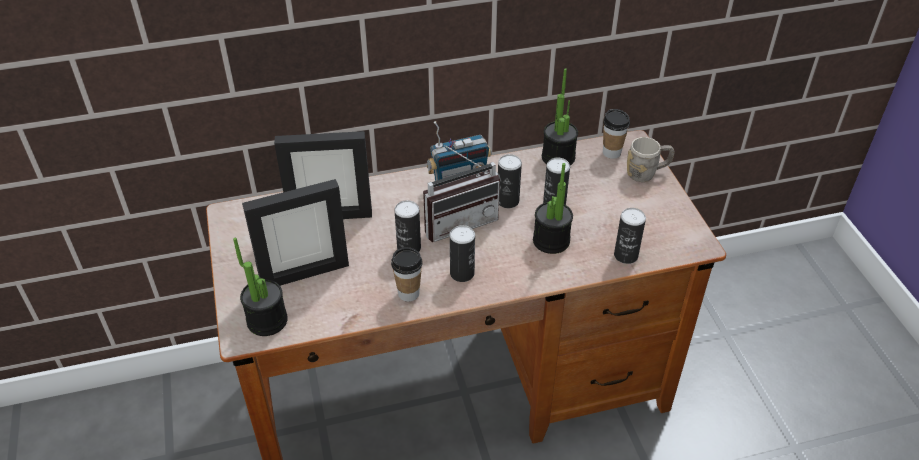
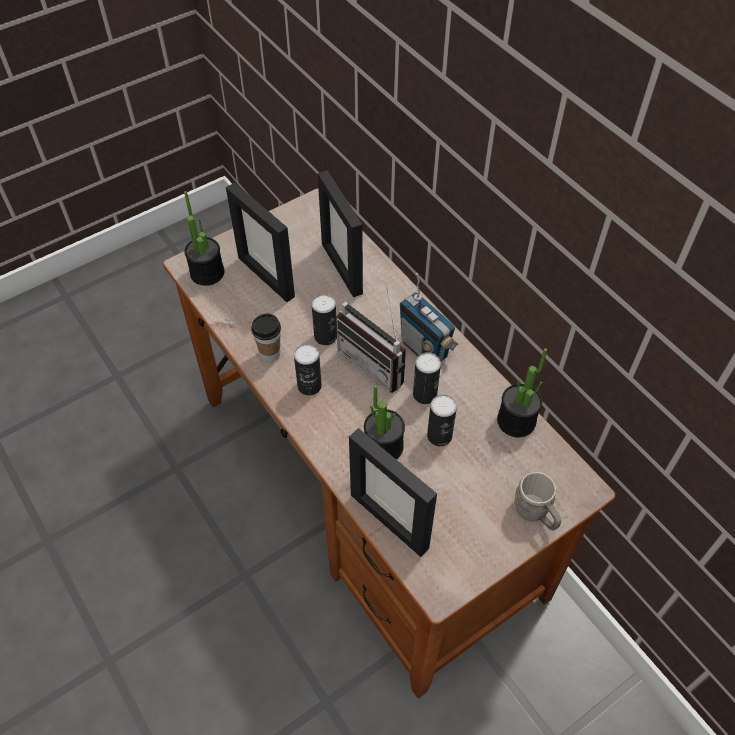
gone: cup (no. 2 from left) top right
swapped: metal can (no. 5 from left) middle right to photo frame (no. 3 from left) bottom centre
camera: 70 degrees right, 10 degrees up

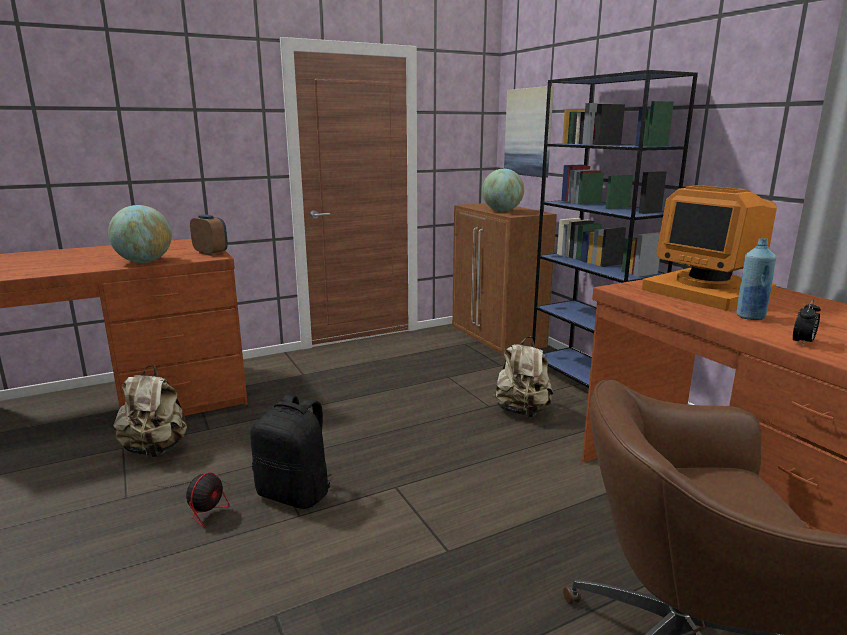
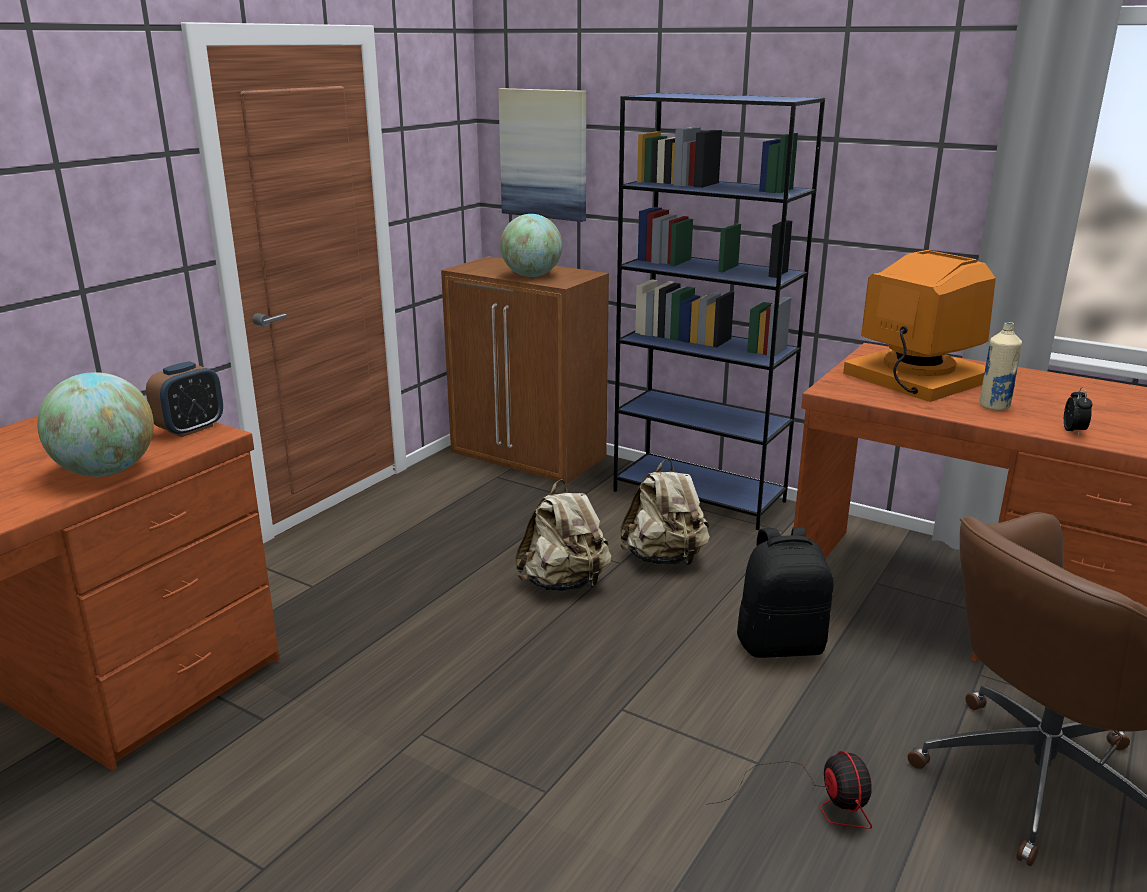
shifted: beige backpack (no. 1 from left) middle left to centre; cooling fan bottom left to bottom right; black-coloured backpack bottom centre to middle right
repainted: blue-coloured drink bottle middle right to beige drink bottle middle right
rotated: alarm clock (no. 1 from left) middle left = middle left 120 degrees clockwise; computer screen middle right = middle right 150 degrees counterclockwise
camera: 30 degrees left, 5 degrees up

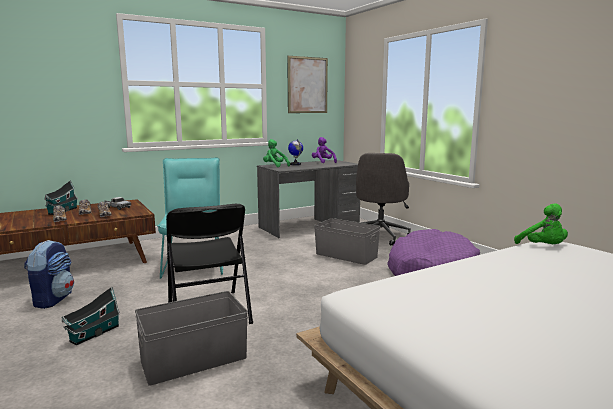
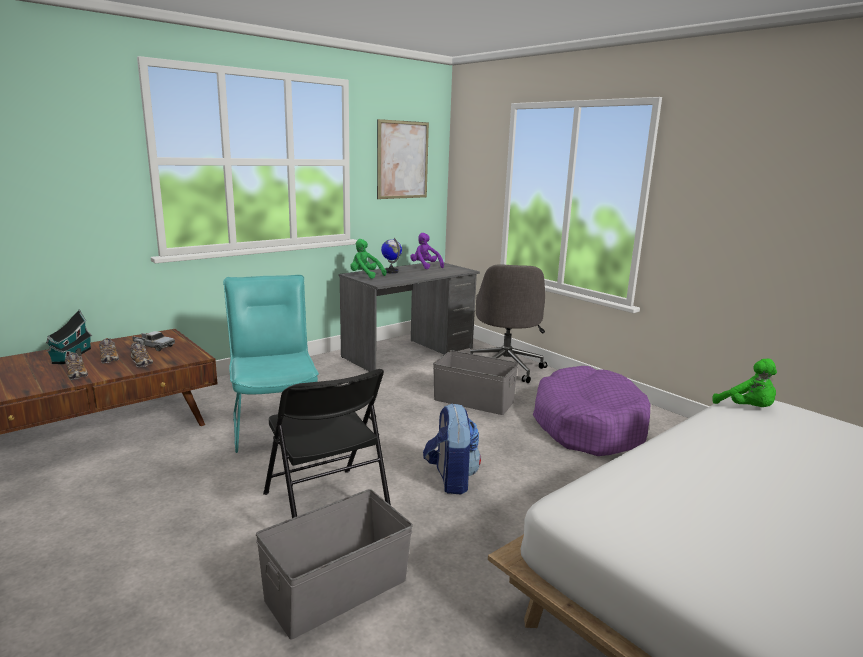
gone: miniature house (no. 2 from left) bottom left
shifted: backpack bottom left to bottom centre
camera: 10 degrees left, 5 degrees up

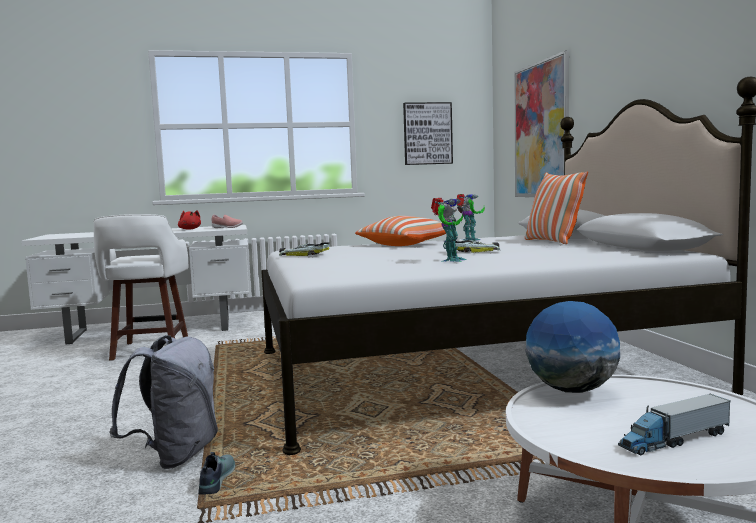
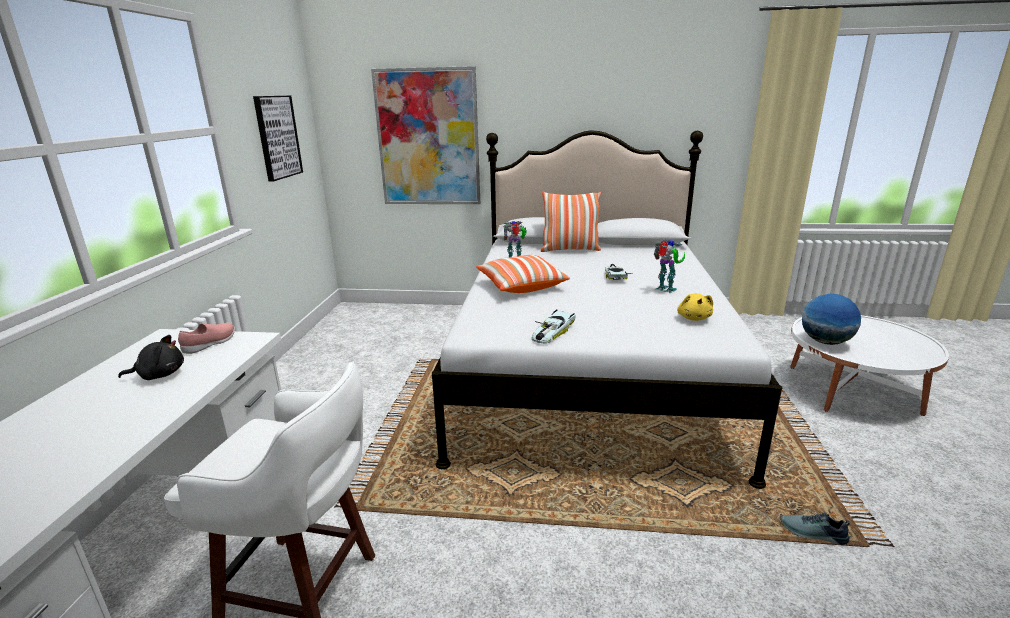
gone: greyish backpack bottom left; model truck bottom right
new: yellowish plush toy middle right
repainted: red-coloured plush toy middle left to black-coloured plush toy middle left
camera: 70 degrees left, 15 degrees up

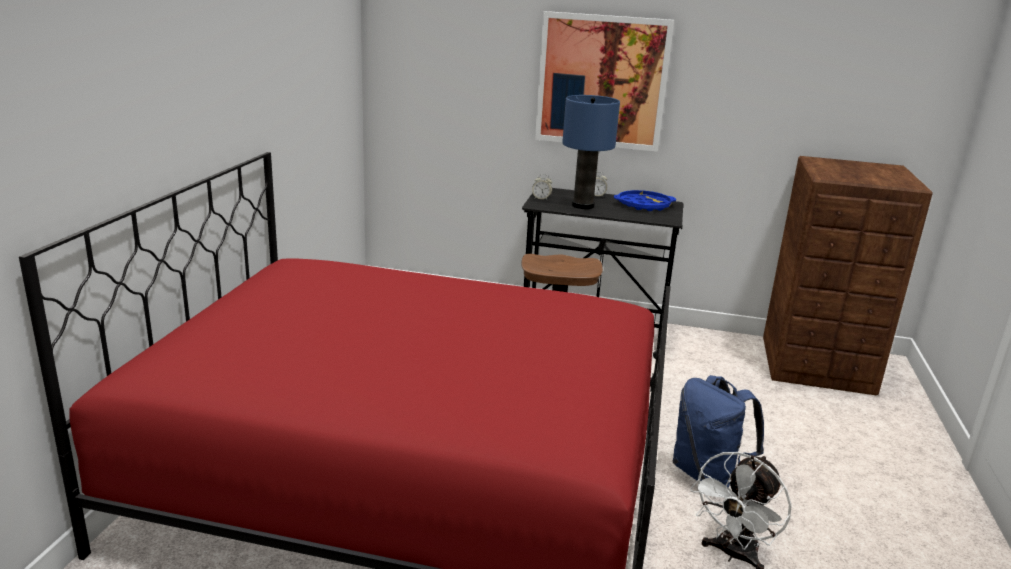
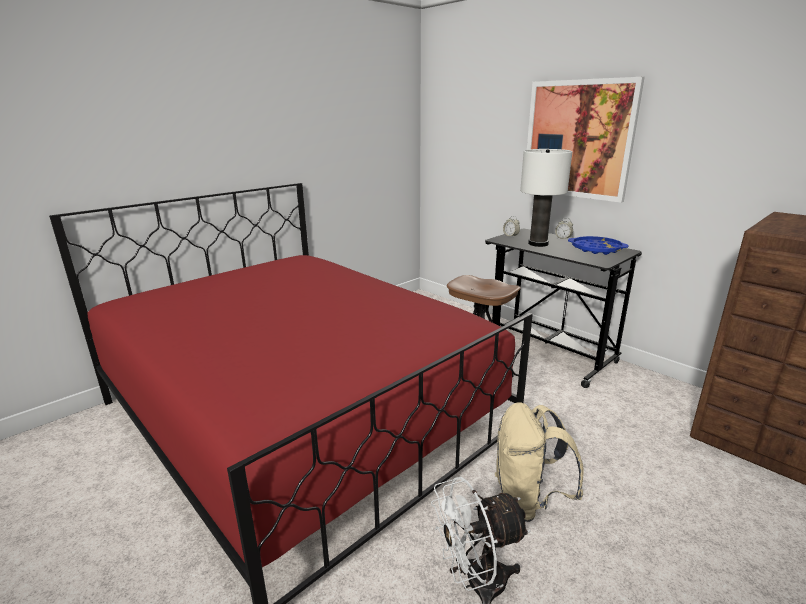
repainted: blue-coloured backpack bottom right to beige backpack bottom right; blue-coloured table lamp top centre to white-coloured table lamp top right
camera: 35 degrees right, 0 degrees up

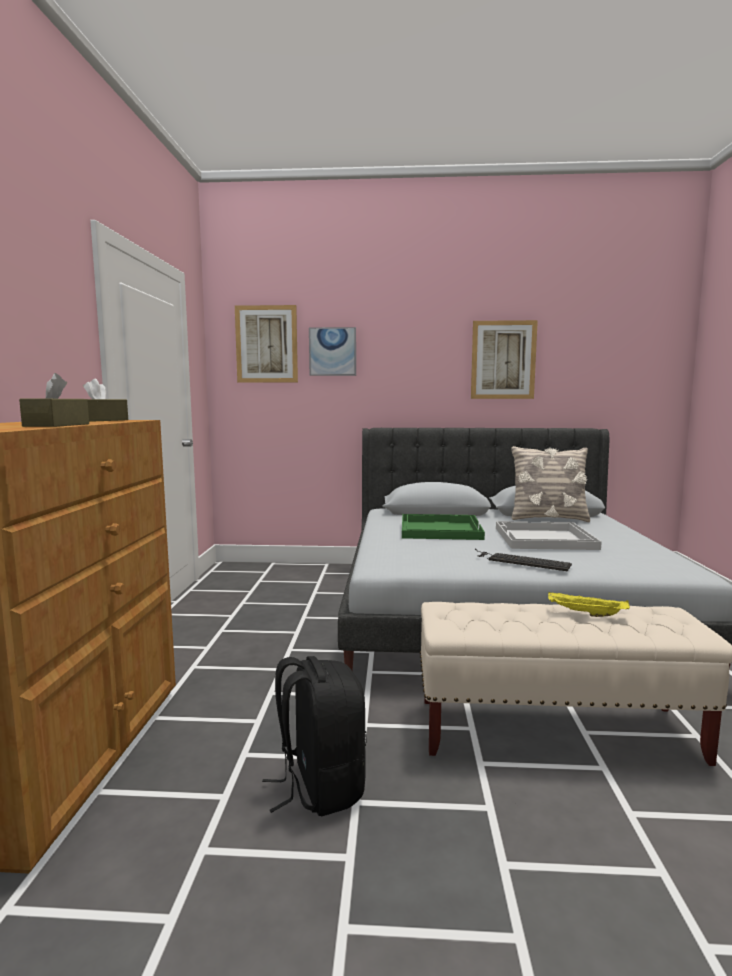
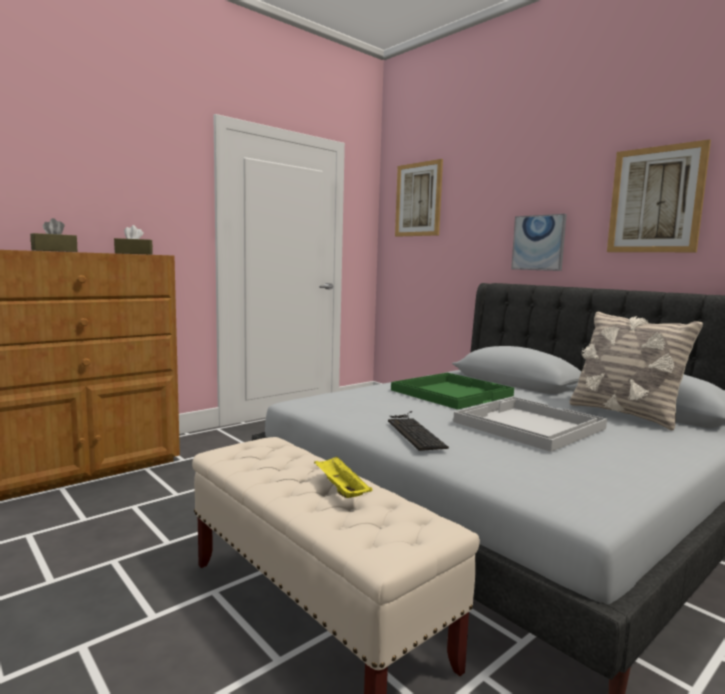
gone: black-coloured backpack bottom centre
shifted: picture (no. 2 from left) centre to middle right
camera: 45 degrees right, 0 degrees up

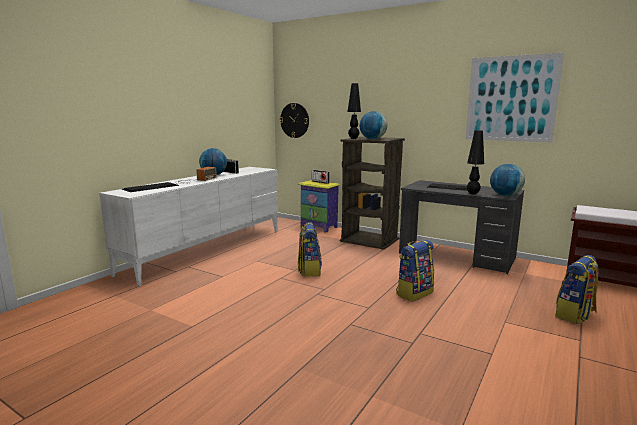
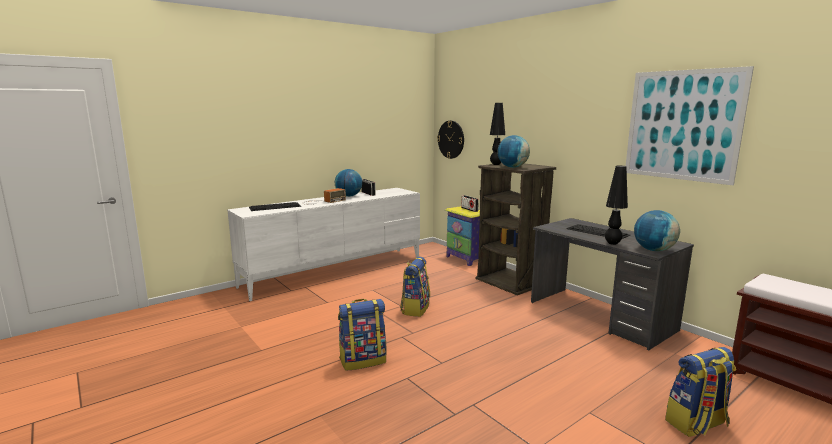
shifted: backpack (no. 2 from left in the first image) centre to backpack (no. 1 from left) bottom centre
camera: 20 degrees right, 0 degrees up

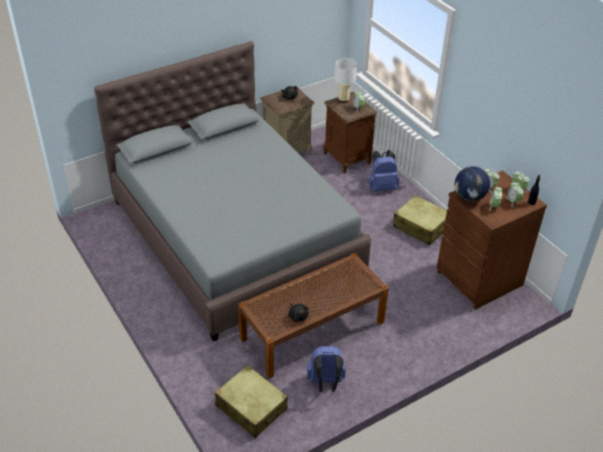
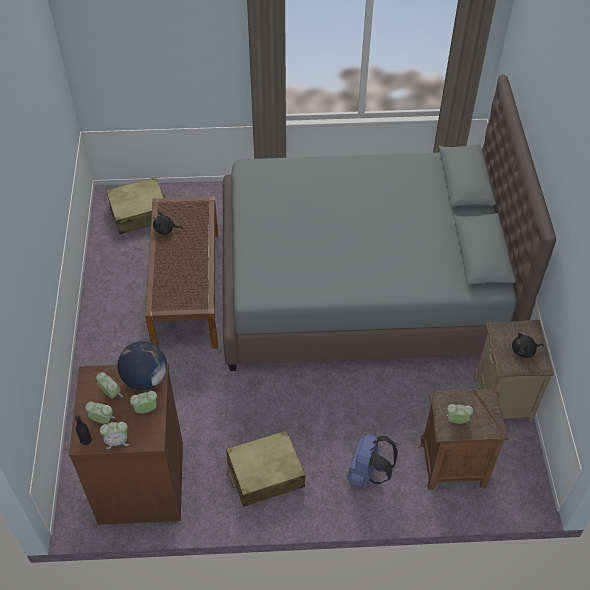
gone: blue-coloured backpack (no. 1 from left) bottom centre; white-coloured table lamp top centre
camera: 120 degrees right, 10 degrees up

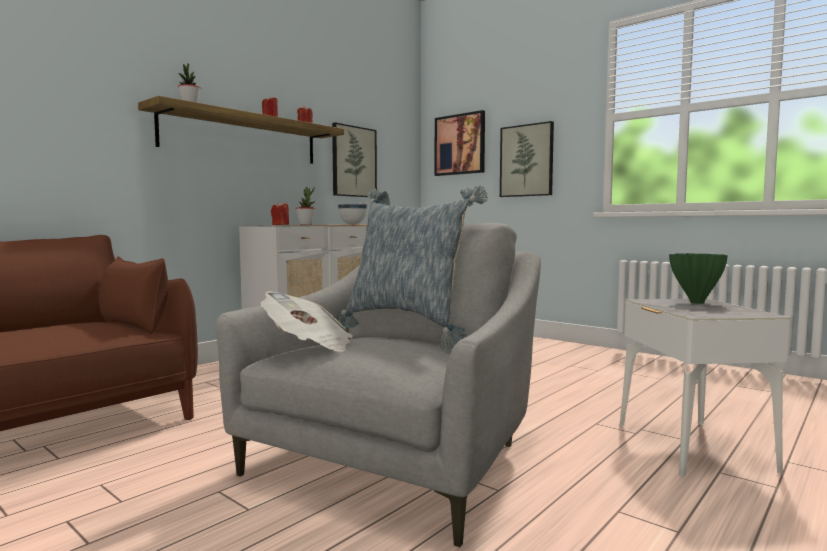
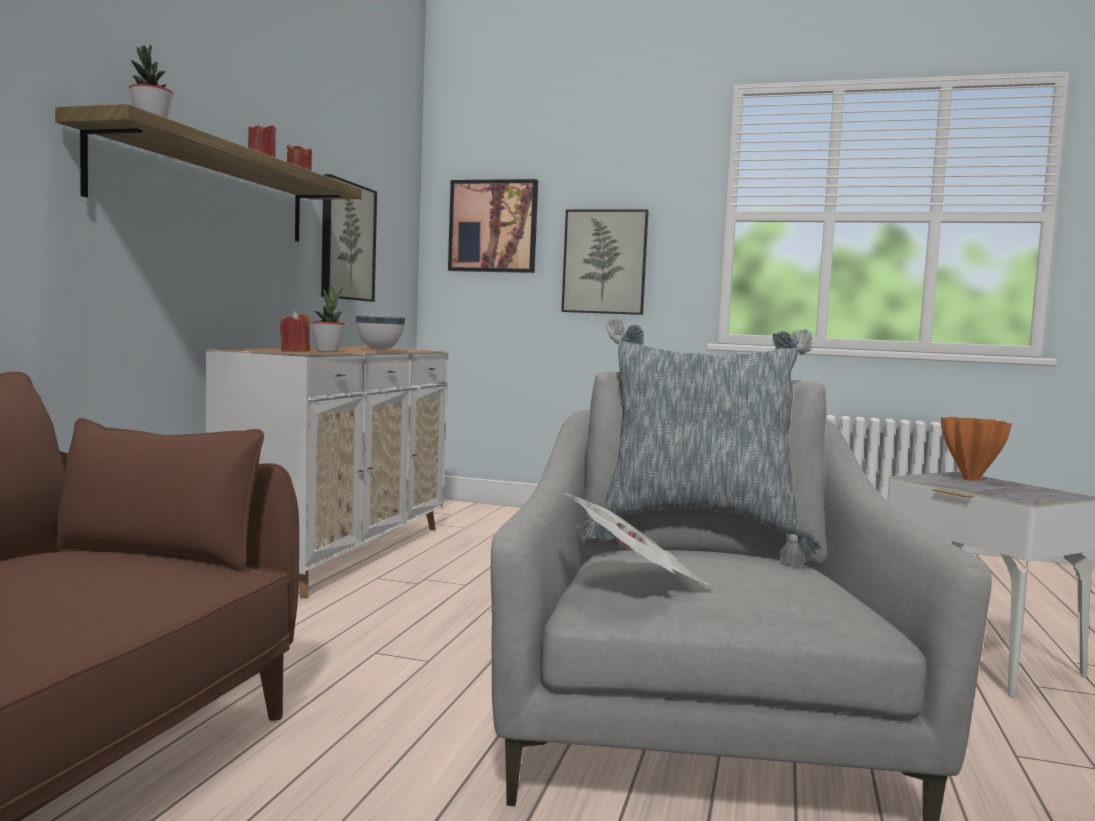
repainted: green-coloured vase middle right to orange-coloured vase middle right
camera: 25 degrees left, 0 degrees up

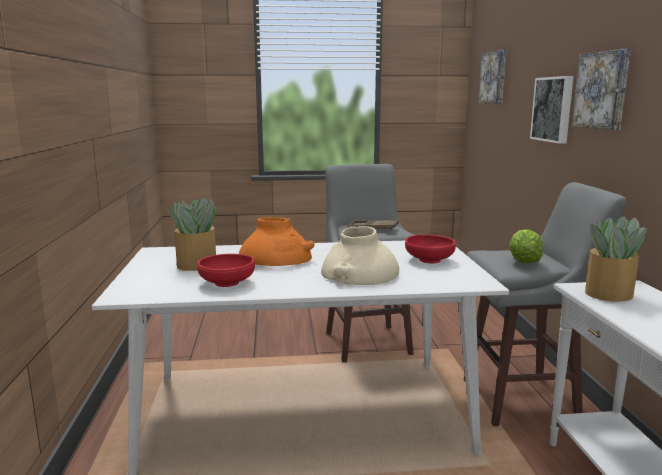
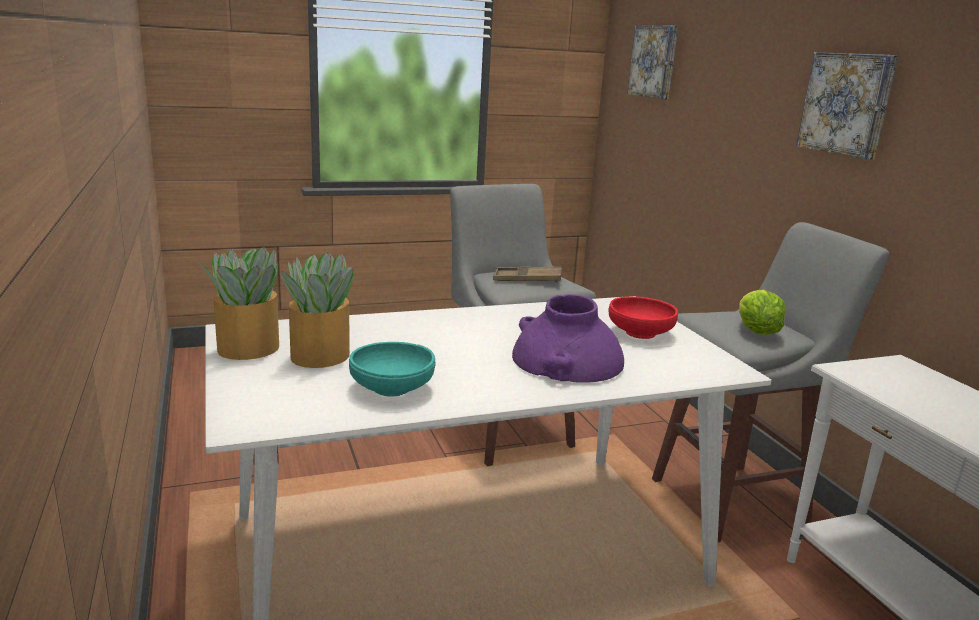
gone: orange-coloured vase centre; picture (no. 2 from left) top right
shifted: houseplant (no. 2 from left in the first image) middle right to houseplant (no. 1 from left) middle left
repainted: red-coloured deep dish (no. 1 from left) centre to turquoise deep dish centre; beige vase centre to purple-coloured vase centre
camera: 15 degrees left, 5 degrees up

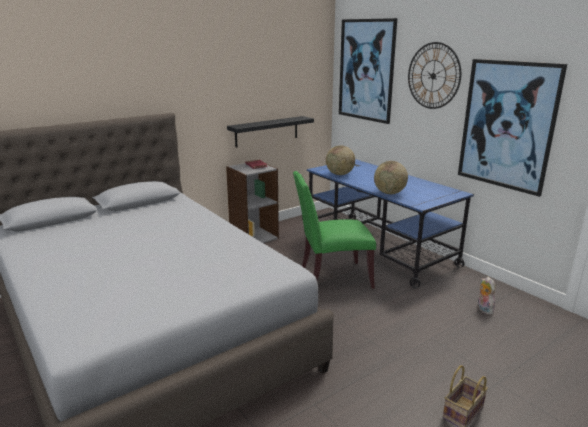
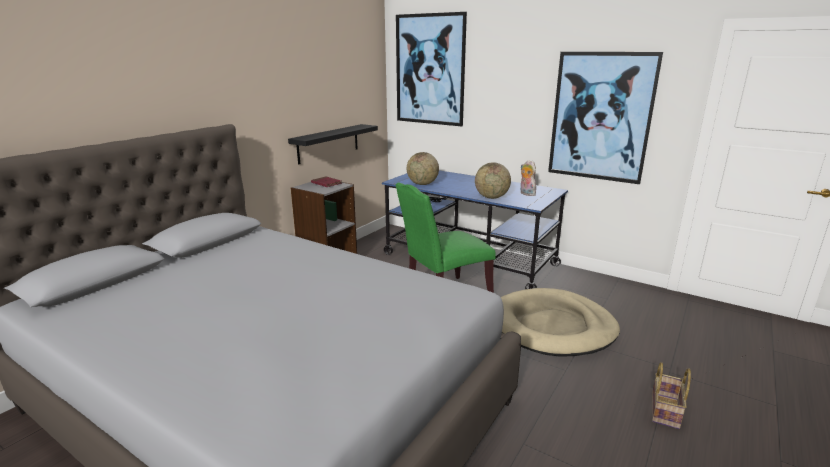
gone: wall clock top right
new: beige pet bed bottom right
shifted: plush toy bottom right to centre
camera: 20 degrees left, 0 degrees up

